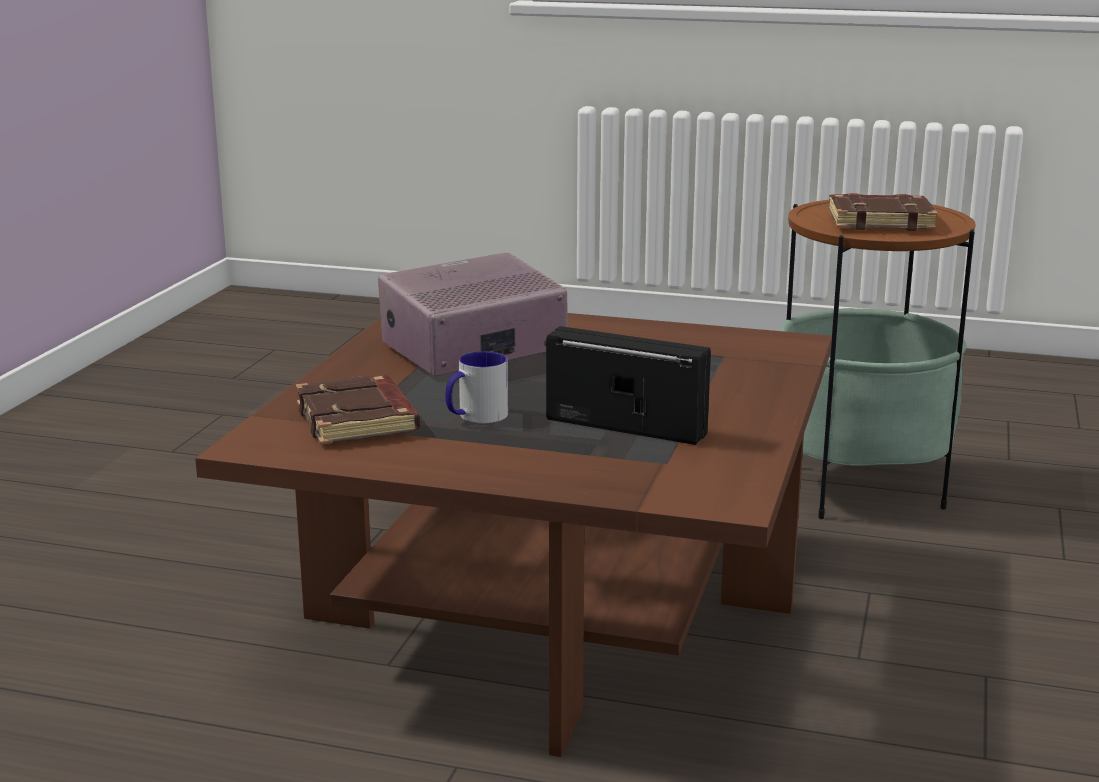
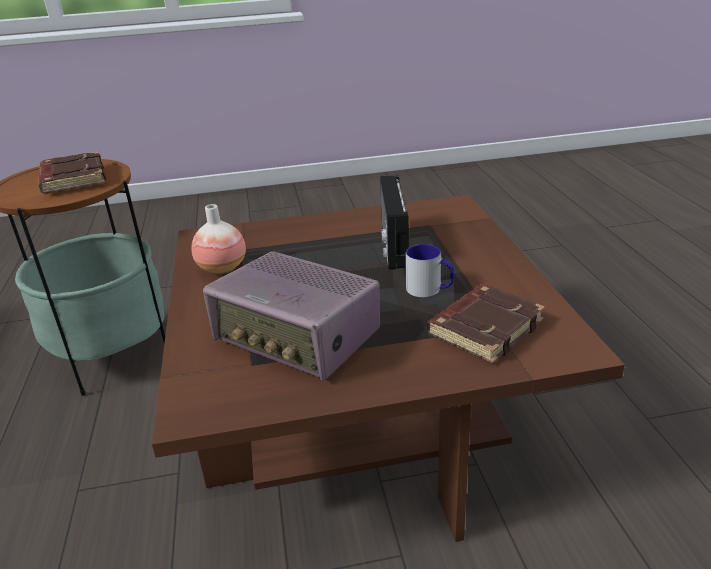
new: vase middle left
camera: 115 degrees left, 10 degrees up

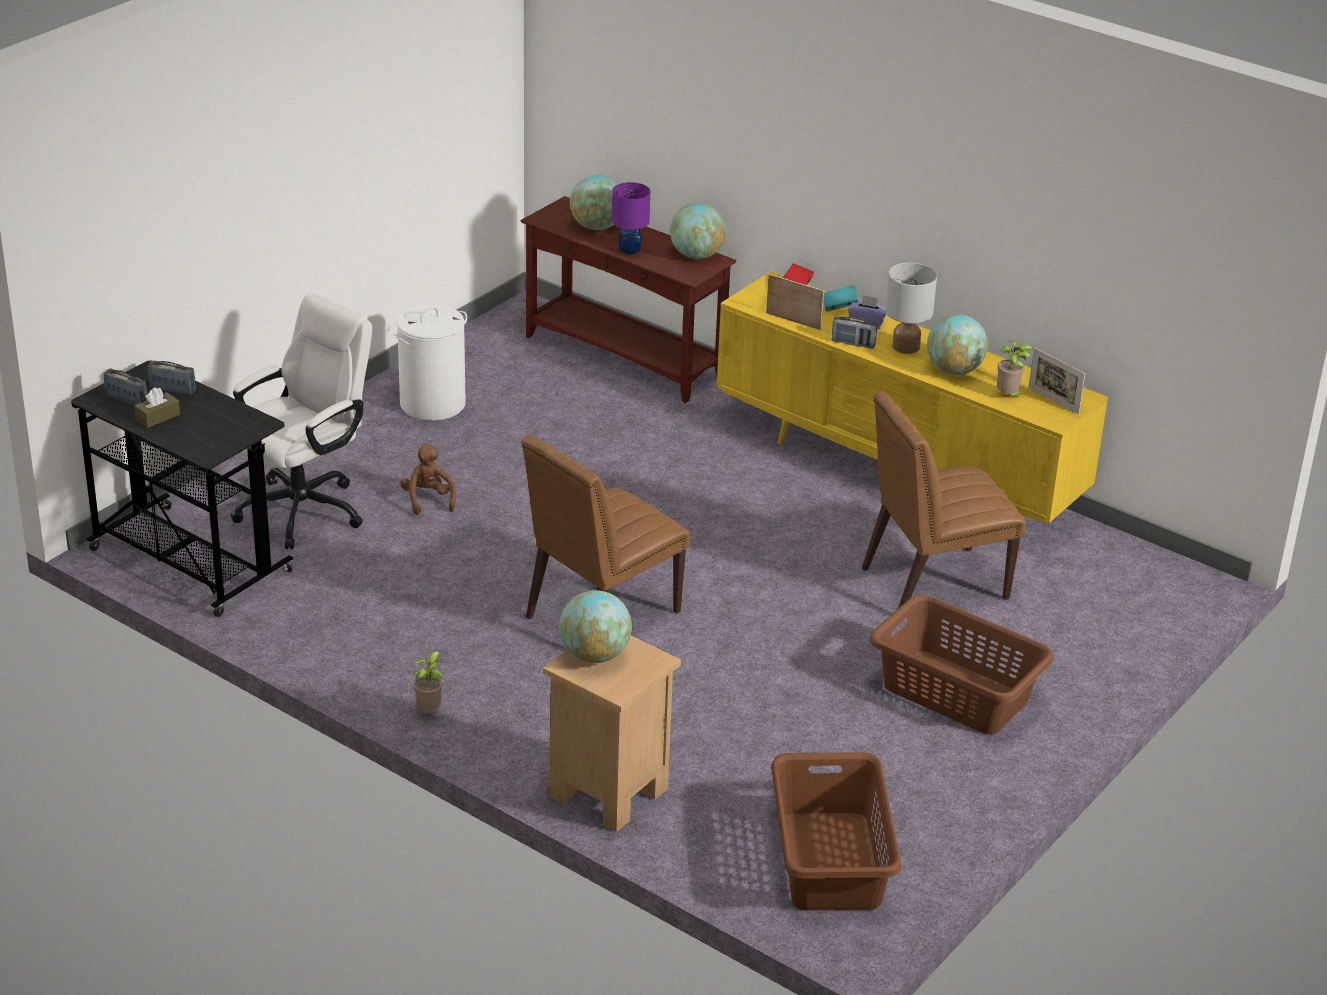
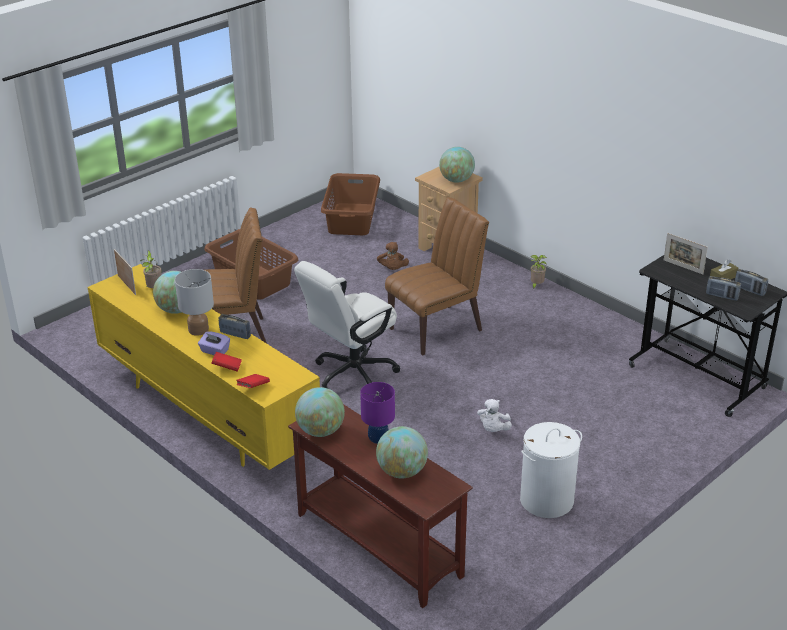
new: white-coloured plush toy centre
shifted: white-coloured office chair middle left to centre; brownish plush toy middle left to centre; photo frame (no. 1 from left in the first image) top centre to photo frame (no. 2 from left) middle right
repainted: turquoise volume top centre to red-coloured volume (no. 1 from left) middle left
camera: 170 degrees left, 0 degrees up

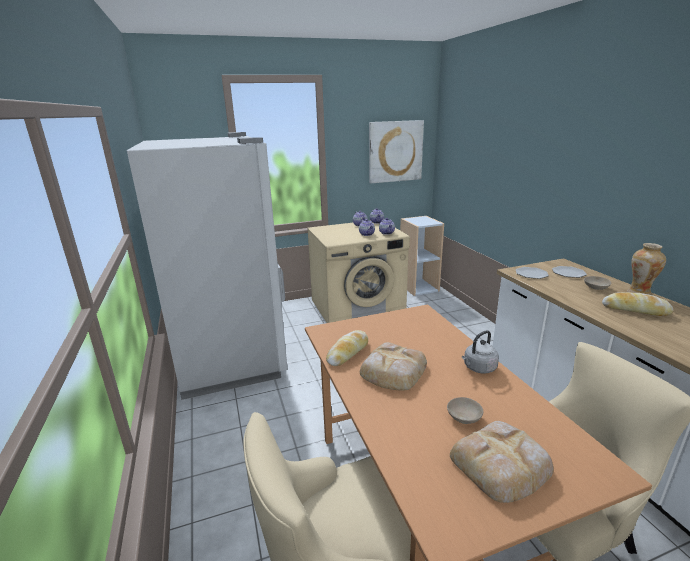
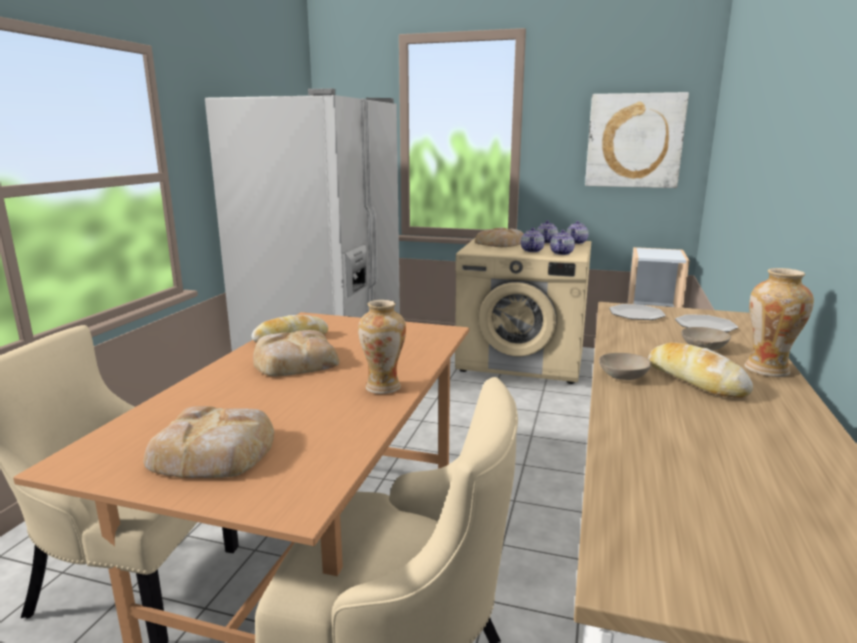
new: baked bread (no. 4 from left) centre
shifted: beige deep dish (no. 1 from left) bottom right to middle right
swapped: greyish kettle middle right to vase (no. 1 from left) centre
camera: 35 degrees right, 5 degrees down

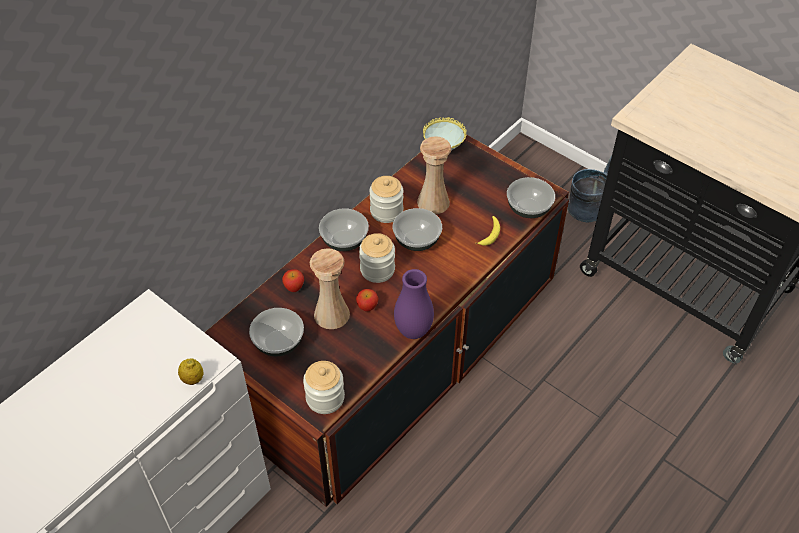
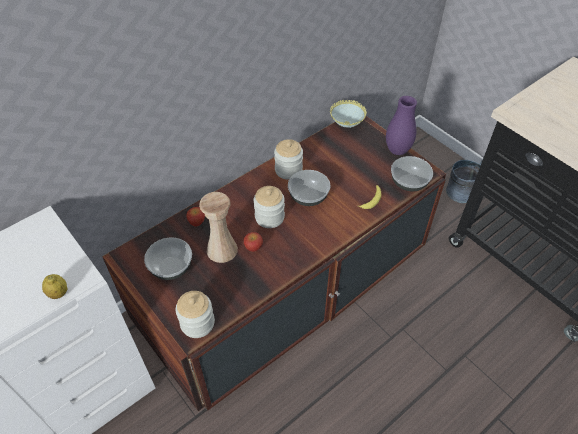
gone: deep dish (no. 2 from left) centre; beige vase (no. 2 from left) top centre
shifted: purple-coloured vase centre to top right
camera: 10 degrees right, 0 degrees up

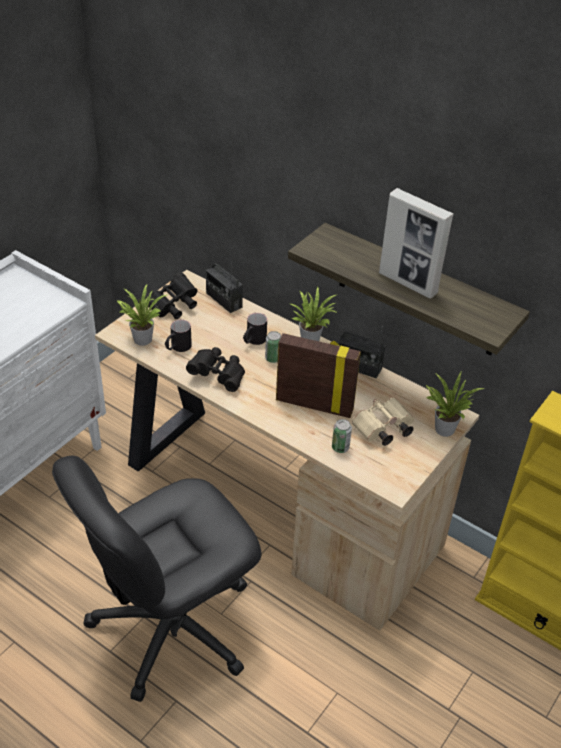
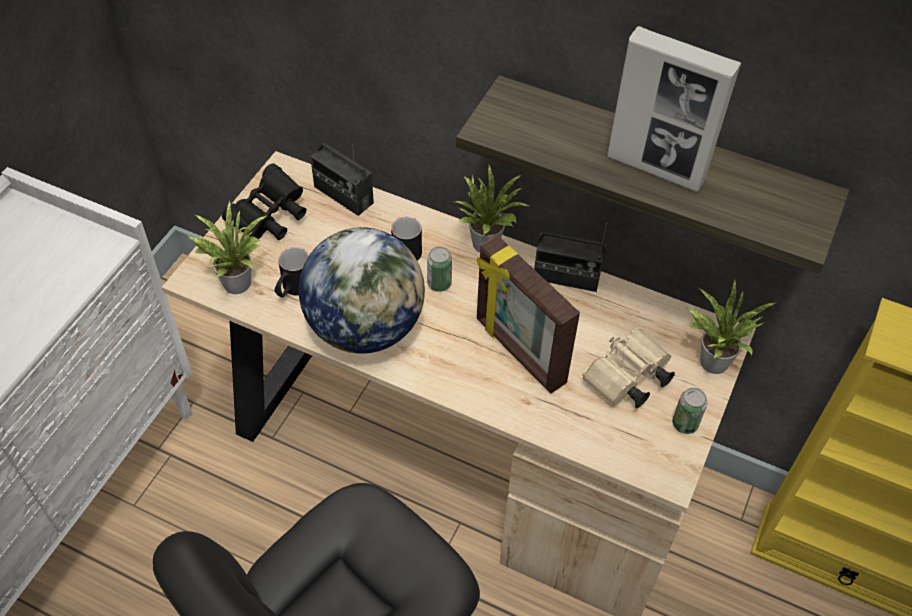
shifted: metal can (no. 2 from left) centre to bottom right
swapped: black-coloured binoculars (no. 2 from left) centre to globe centre
rotated: photo frame (no. 1 from left) centre = centre 135 degrees counterclockwise
camera: 10 degrees left, 10 degrees up

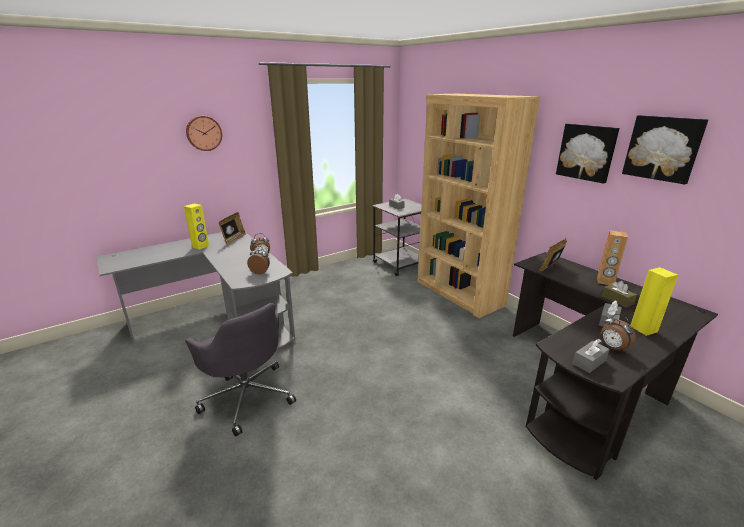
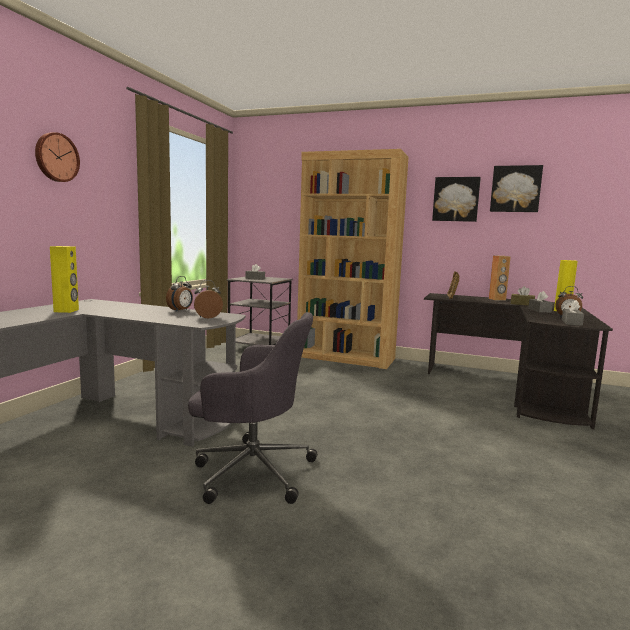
gone: photo frame (no. 1 from left) middle left
camera: 35 degrees left, 15 degrees down

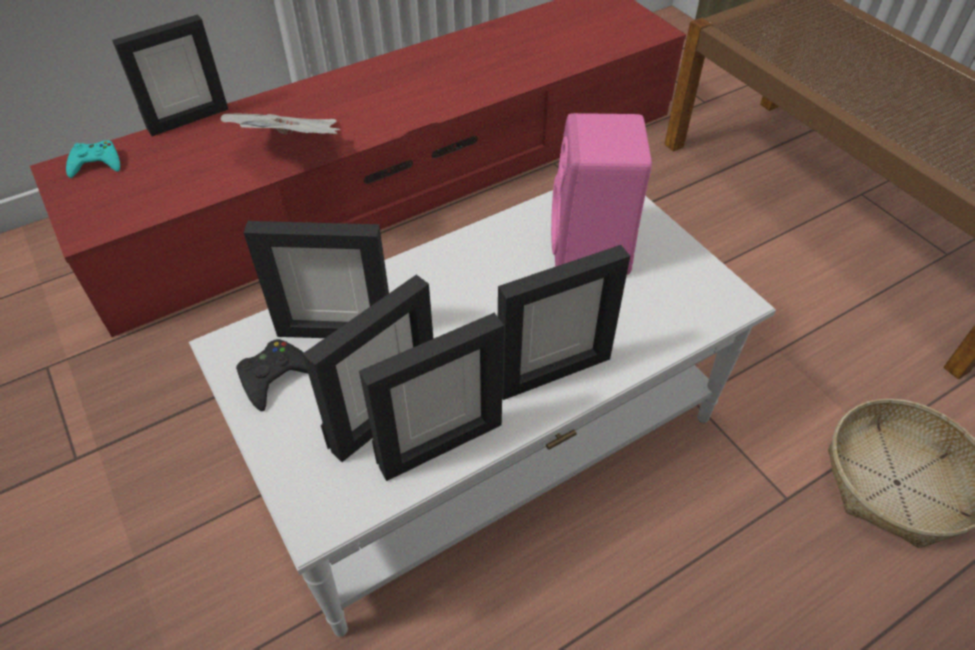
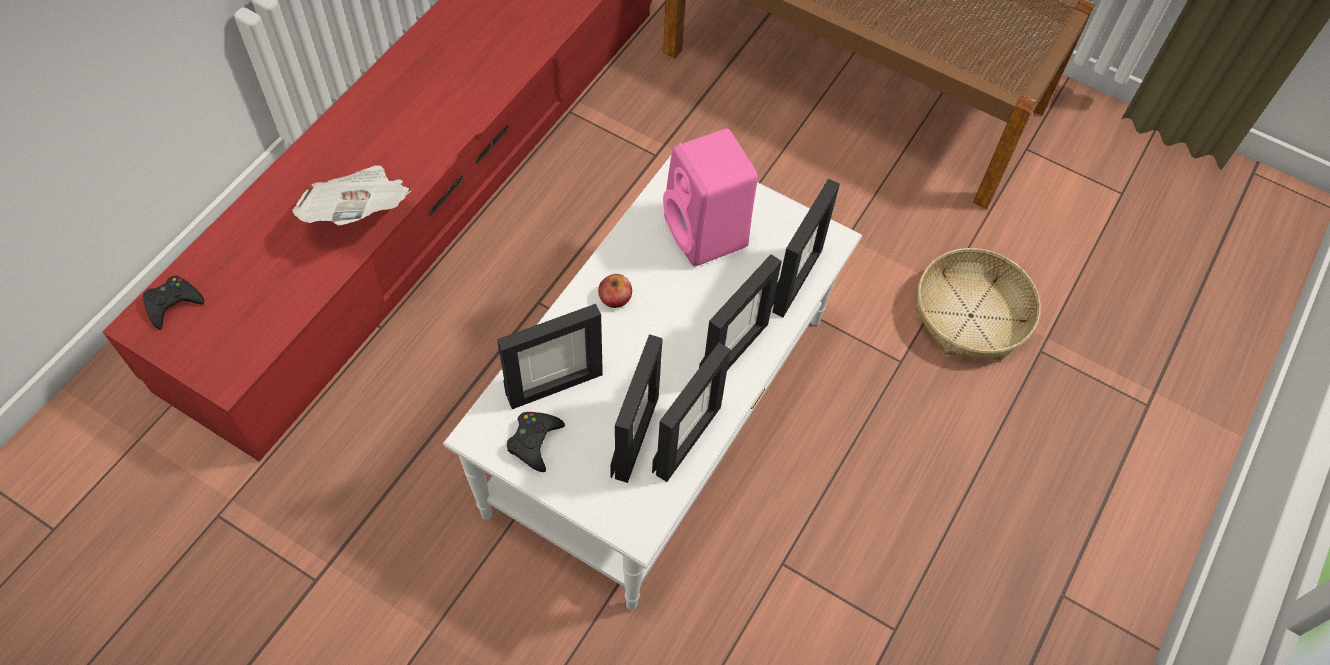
new: apple fruit centre
shifted: photo frame (no. 1 from left in the first image) top left to photo frame (no. 5 from left) centre
repainted: turquoise gamepad top left to black-coloured gamepad (no. 1 from left) middle left
camera: 30 degrees left, 10 degrees up

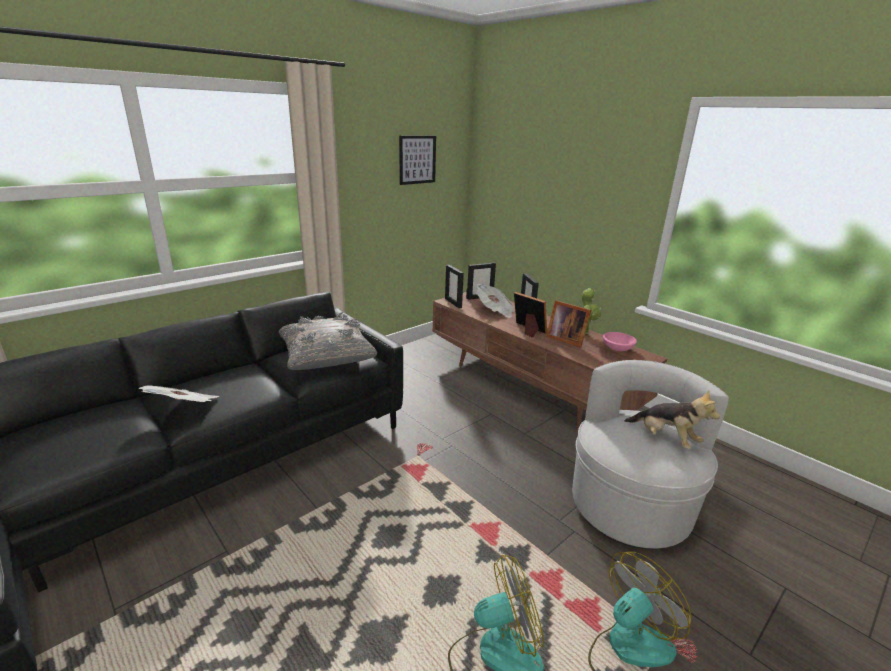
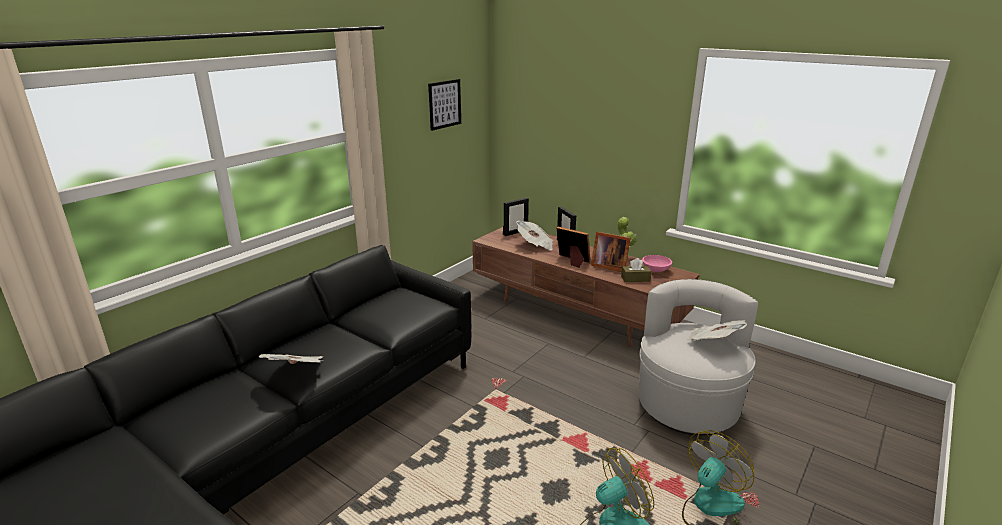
gone: greyish cushion centre; photo frame (no. 1 from left) centre
new: brownish tissue holder centre
swapped: plush toy middle right to printed paper (no. 3 from left) middle right
camera: 10 degrees left, 0 degrees up

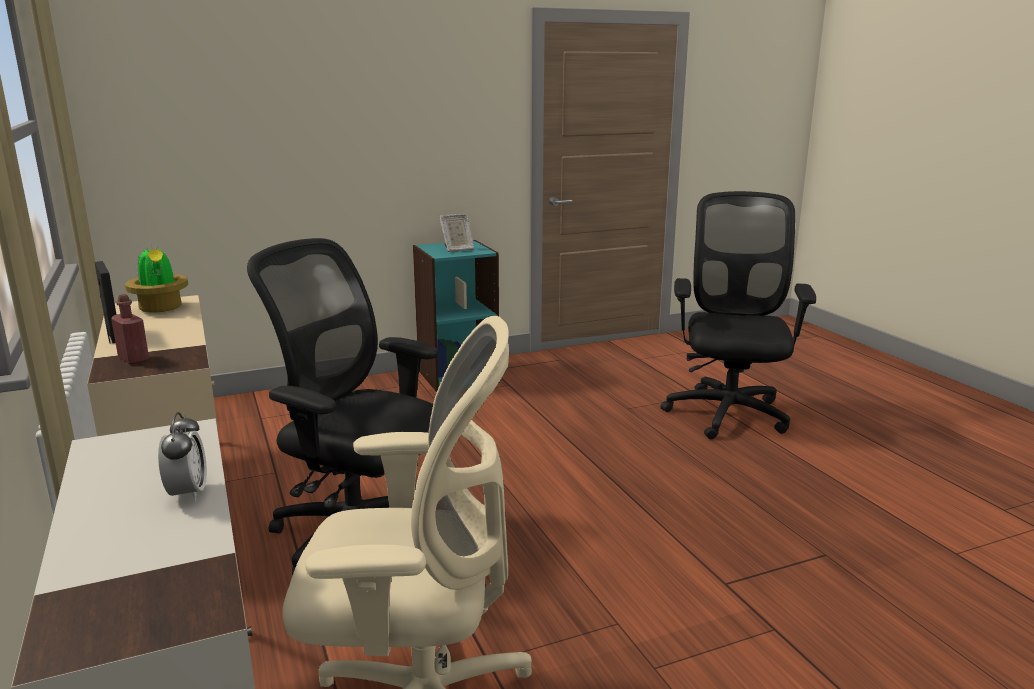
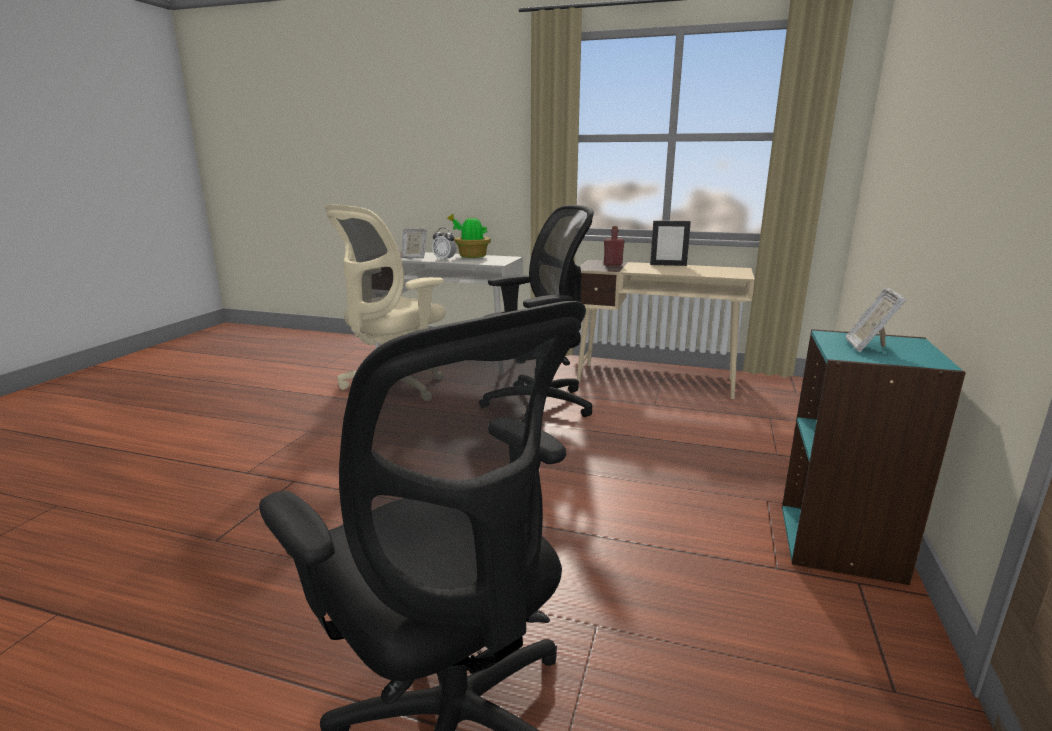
new: photo frame (no. 1 from left) top centre
shifted: houseplant middle left to top centre
camera: 130 degrees right, 0 degrees up

